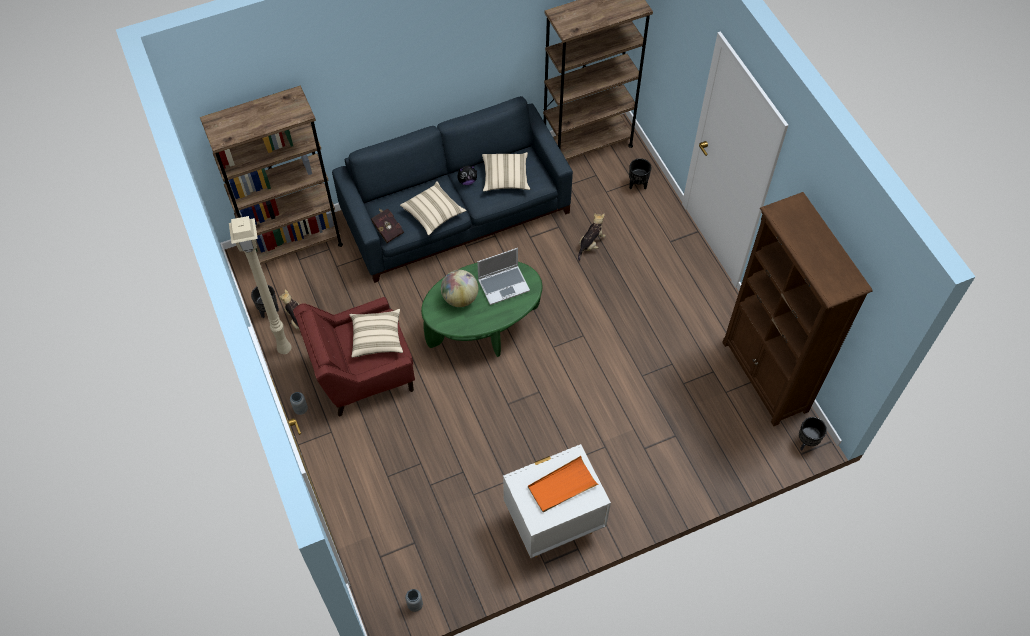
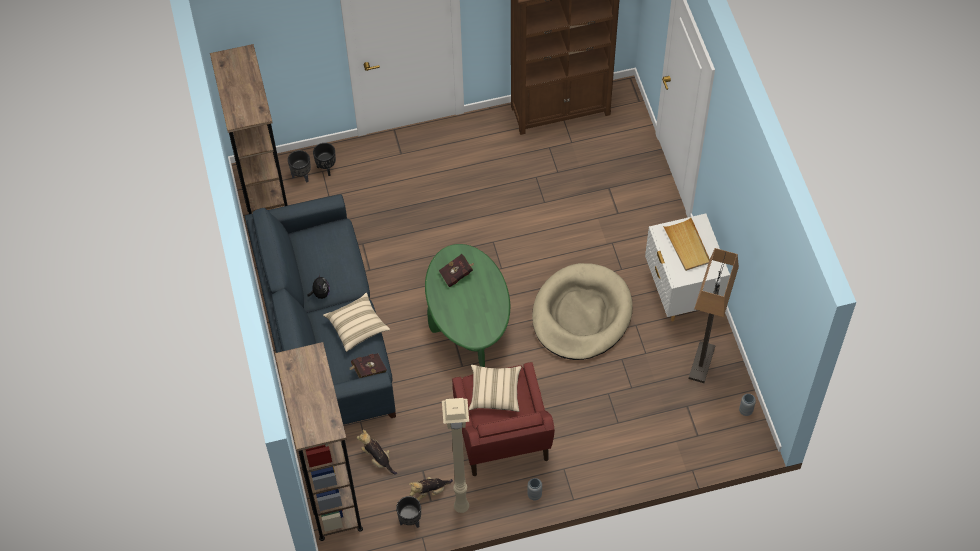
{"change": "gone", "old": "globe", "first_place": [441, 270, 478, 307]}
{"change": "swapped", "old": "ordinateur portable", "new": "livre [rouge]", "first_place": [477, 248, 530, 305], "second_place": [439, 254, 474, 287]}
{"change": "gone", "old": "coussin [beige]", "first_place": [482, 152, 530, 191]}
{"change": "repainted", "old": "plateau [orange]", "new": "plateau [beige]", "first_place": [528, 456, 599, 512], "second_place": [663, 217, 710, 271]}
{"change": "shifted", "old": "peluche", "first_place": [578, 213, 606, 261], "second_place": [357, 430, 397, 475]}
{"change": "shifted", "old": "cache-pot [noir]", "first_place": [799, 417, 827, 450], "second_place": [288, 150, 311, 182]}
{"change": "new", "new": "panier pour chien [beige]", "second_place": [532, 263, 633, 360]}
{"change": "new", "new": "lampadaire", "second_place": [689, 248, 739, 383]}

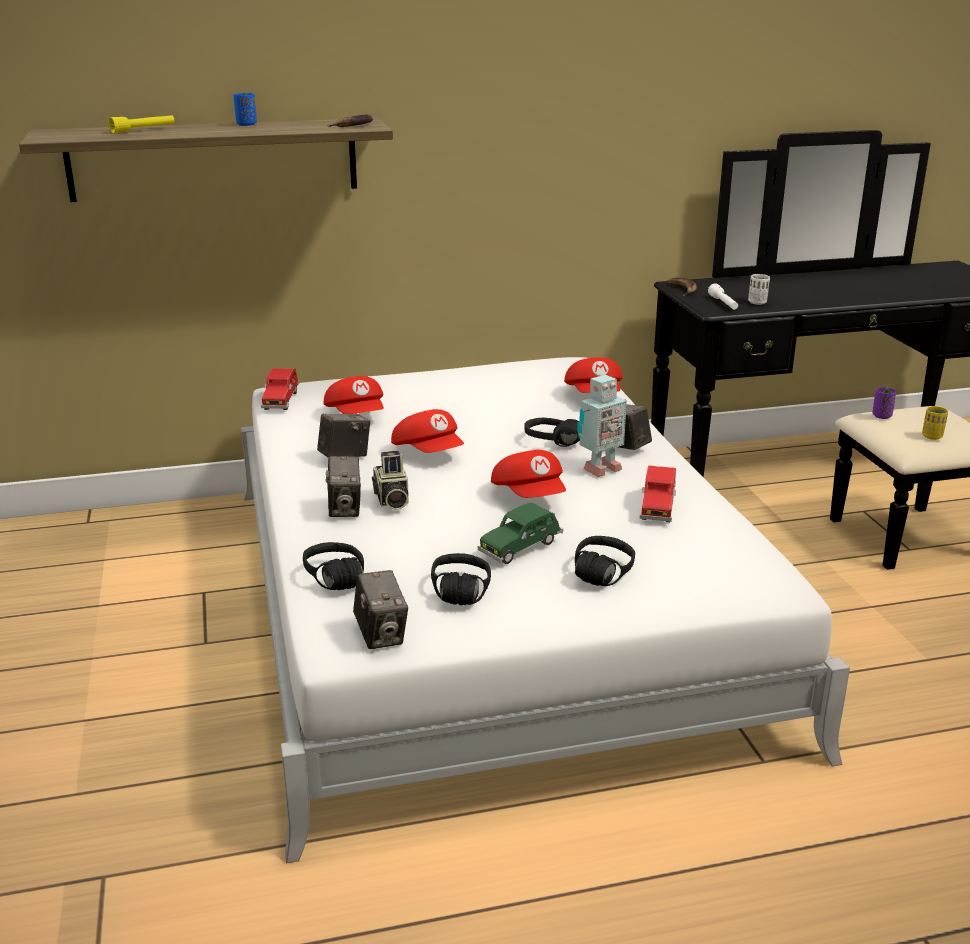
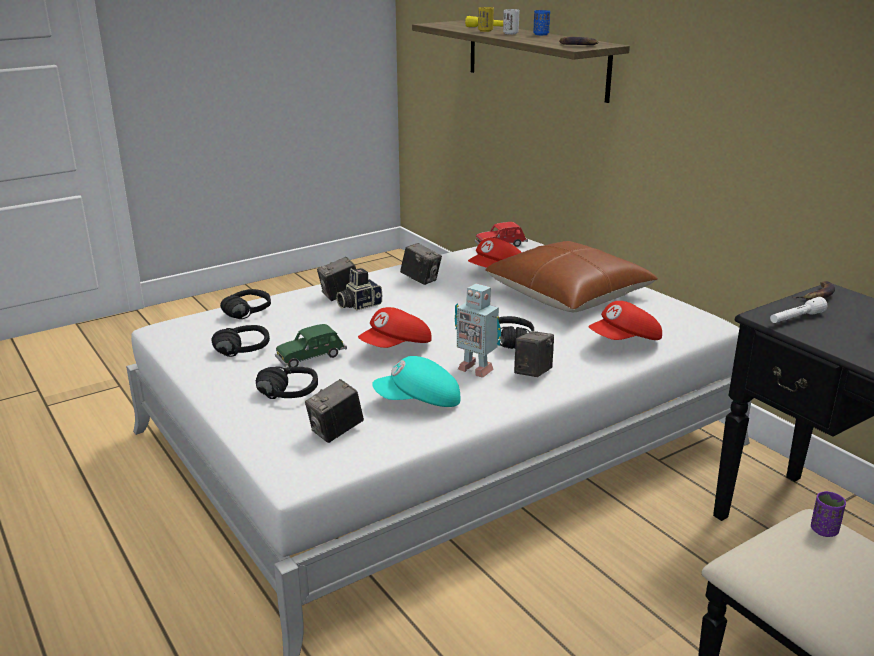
{"change": "shifted", "old": "appareil photo", "first_place": [353, 570, 408, 649], "second_place": [305, 379, 364, 443]}
{"change": "gone", "old": "casquette [rouge]", "first_place": [391, 409, 464, 453]}
{"change": "rotated", "old": "petite voiture [vert]", "first_place": [478, 503, 563, 564], "second_place": [275, 324, 347, 367], "degrees": -60}
{"change": "swapped", "old": "petite voiture [rouge]", "new": "casquette [turquoise]", "first_place": [640, 466, 676, 522], "second_place": [372, 356, 460, 407]}
{"change": "shifted", "old": "tasse [blanc]", "first_place": [748, 274, 770, 305], "second_place": [503, 9, 519, 34]}
{"change": "shifted", "old": "tasse [jaune]", "first_place": [922, 406, 948, 440], "second_place": [478, 7, 494, 32]}
{"change": "new", "new": "coussin [marron]", "second_place": [485, 241, 658, 312]}

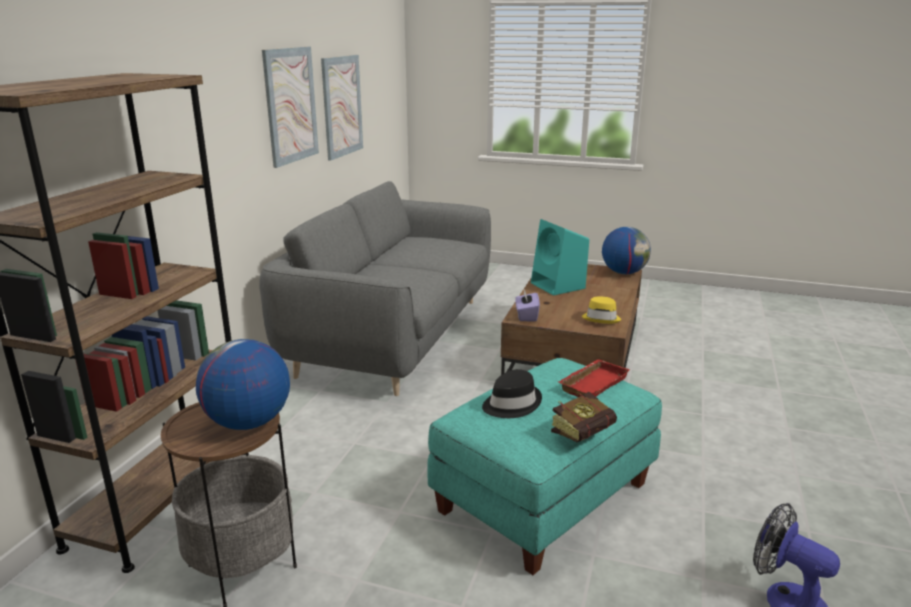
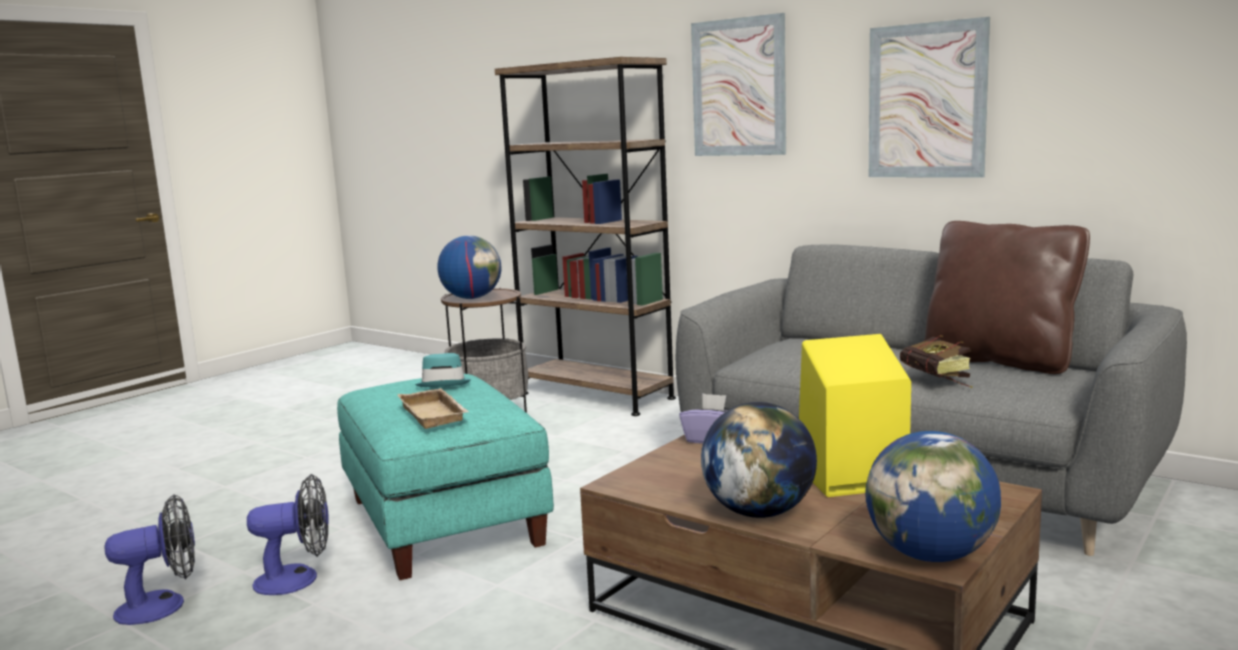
{"change": "shifted", "old": "tableau", "first_place": [321, 55, 363, 161], "second_place": [691, 13, 786, 156]}
{"change": "repainted", "old": "chapeau [noir]", "new": "chapeau [turquoise]", "first_place": [482, 369, 542, 418], "second_place": [415, 353, 472, 387]}
{"change": "repainted", "old": "enceinte [turquoise]", "new": "enceinte [jaune]", "first_place": [531, 219, 589, 296], "second_place": [799, 334, 911, 497]}
{"change": "shifted", "old": "livre", "first_place": [551, 392, 617, 442], "second_place": [900, 335, 973, 388]}
{"change": "repainted", "old": "plateau [rouge]", "new": "plateau [beige]", "first_place": [559, 359, 630, 397], "second_place": [397, 388, 469, 429]}
{"change": "gone", "old": "chapeau [jaune]", "first_place": [582, 296, 621, 324]}
{"change": "new", "new": "ventilateur", "second_place": [247, 474, 329, 595]}
{"change": "new", "new": "globe", "second_place": [701, 402, 817, 518]}
{"change": "new", "new": "coussin [marron]", "second_place": [925, 221, 1090, 374]}

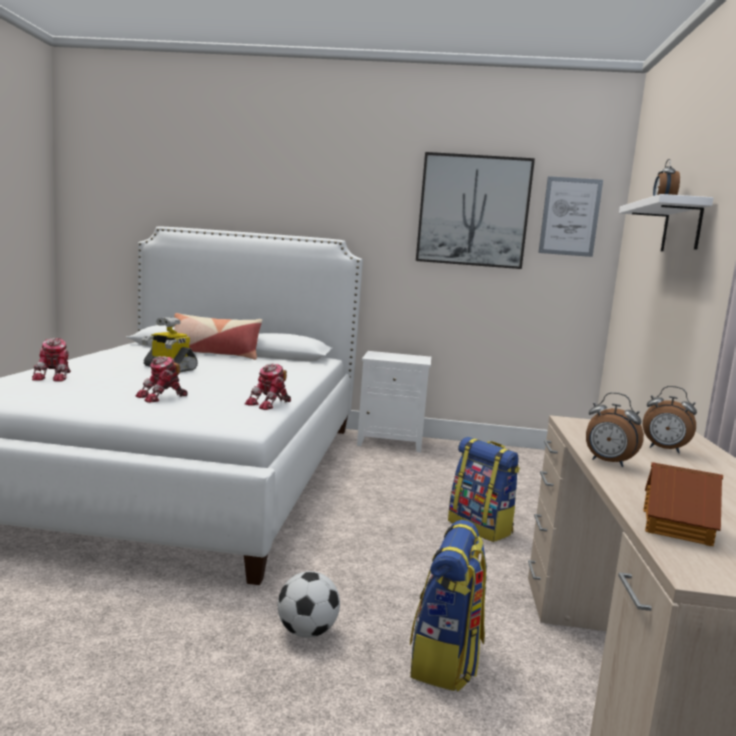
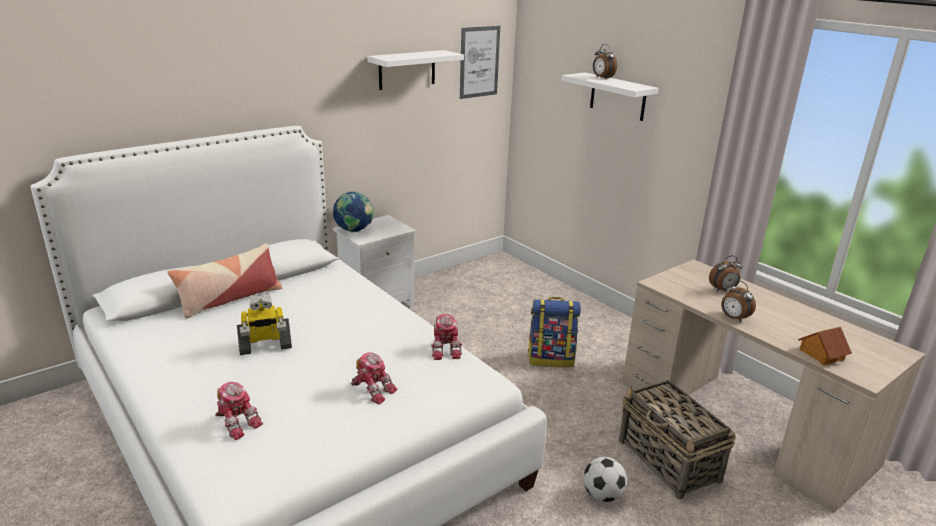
{"change": "rotated", "old": "robot jouet", "first_place": [135, 356, 188, 403], "second_place": [351, 352, 397, 404], "degrees": -60}
{"change": "swapped", "old": "sac à dos", "new": "panier", "first_place": [410, 520, 487, 692], "second_place": [619, 380, 736, 499]}
{"change": "swapped", "old": "tableau", "new": "étagère [blanc]", "first_place": [416, 152, 535, 269], "second_place": [367, 50, 464, 90]}
{"change": "rotated", "old": "réveil", "first_place": [586, 392, 644, 467], "second_place": [721, 280, 756, 322], "degrees": 60}
{"change": "new", "new": "globe", "second_place": [333, 191, 374, 233]}

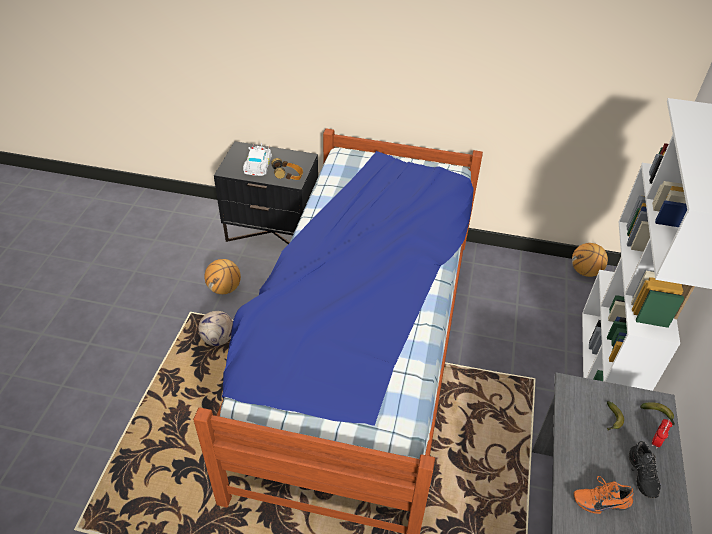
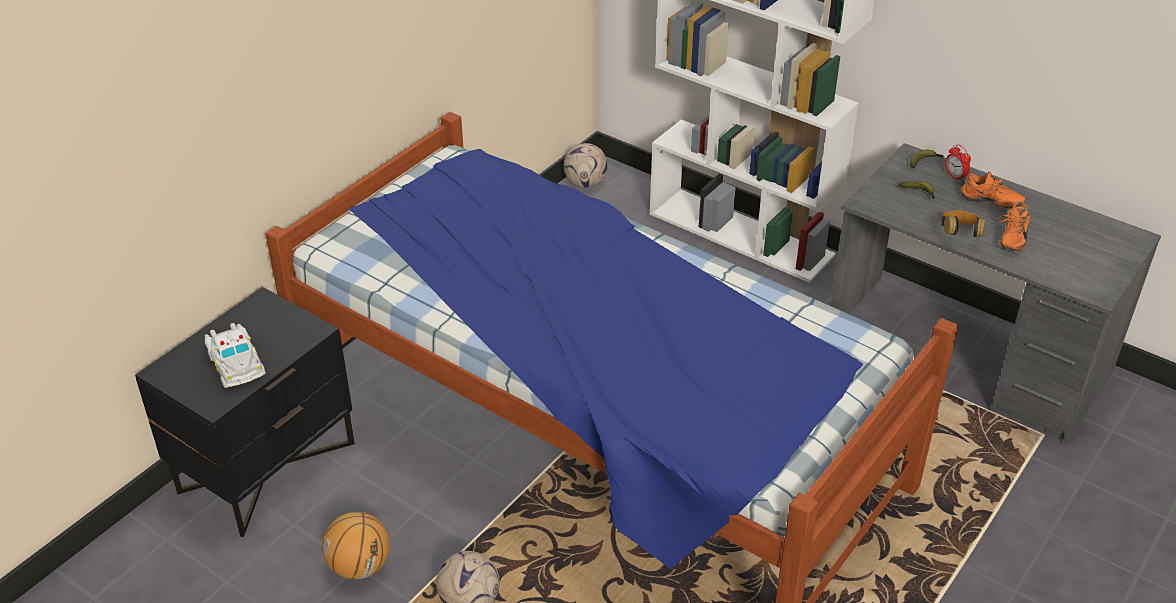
{"change": "rotated", "old": "petite voiture [blanc]", "first_place": [243, 143, 273, 176], "second_place": [205, 323, 266, 388], "degrees": -150}
{"change": "shifted", "old": "casque audio", "first_place": [271, 158, 303, 180], "second_place": [941, 210, 985, 237]}
{"change": "swapped", "old": "ballon de basket", "new": "ballon de foot", "first_place": [572, 243, 608, 277], "second_place": [564, 143, 608, 188]}
{"change": "repainted", "old": "chaussure [noir]", "new": "chaussure [orange]", "first_place": [629, 441, 661, 498], "second_place": [961, 171, 1025, 208]}

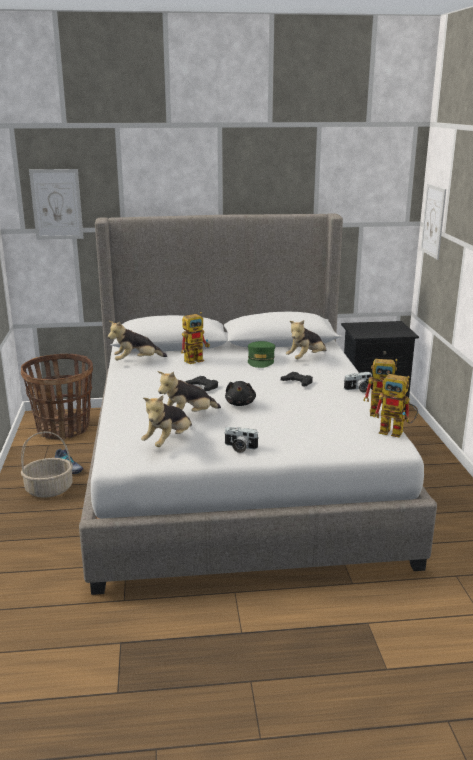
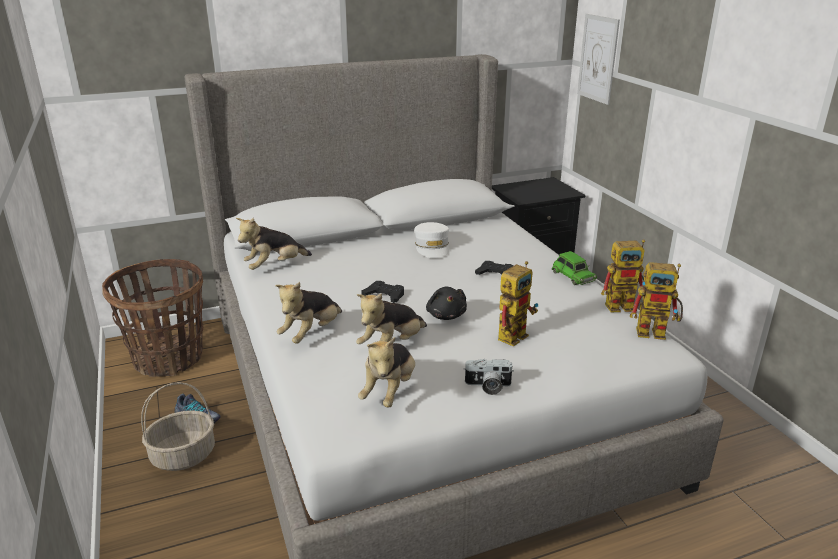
{"change": "gone", "old": "tableau", "first_place": [29, 169, 84, 240]}
{"change": "shifted", "old": "robot jouet", "first_place": [181, 312, 210, 364], "second_place": [498, 261, 539, 347]}
{"change": "repainted", "old": "casquette [vert]", "new": "casquette [blanc]", "first_place": [248, 341, 275, 368], "second_place": [414, 222, 450, 258]}
{"change": "shifted", "old": "peluche", "first_place": [286, 320, 327, 359], "second_place": [275, 282, 342, 344]}
{"change": "swapped", "old": "appareil photo", "new": "petite voiture [vert]", "first_place": [344, 372, 372, 393], "second_place": [552, 251, 597, 285]}

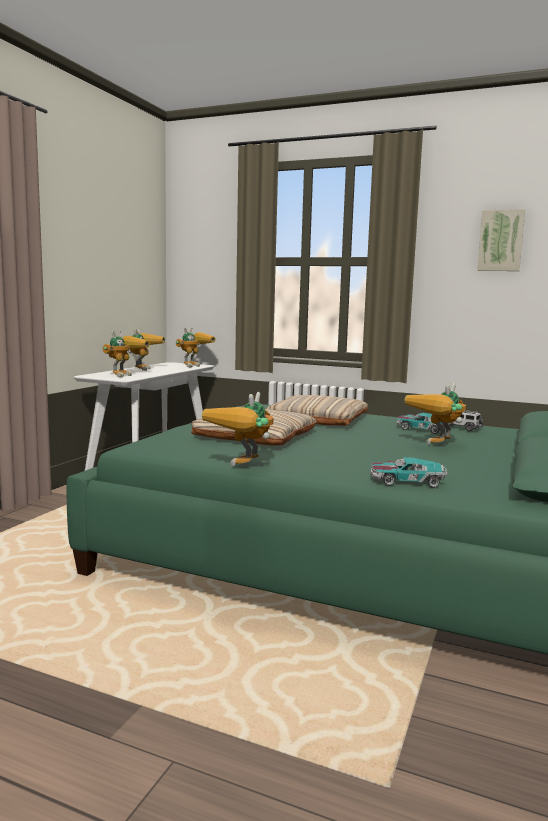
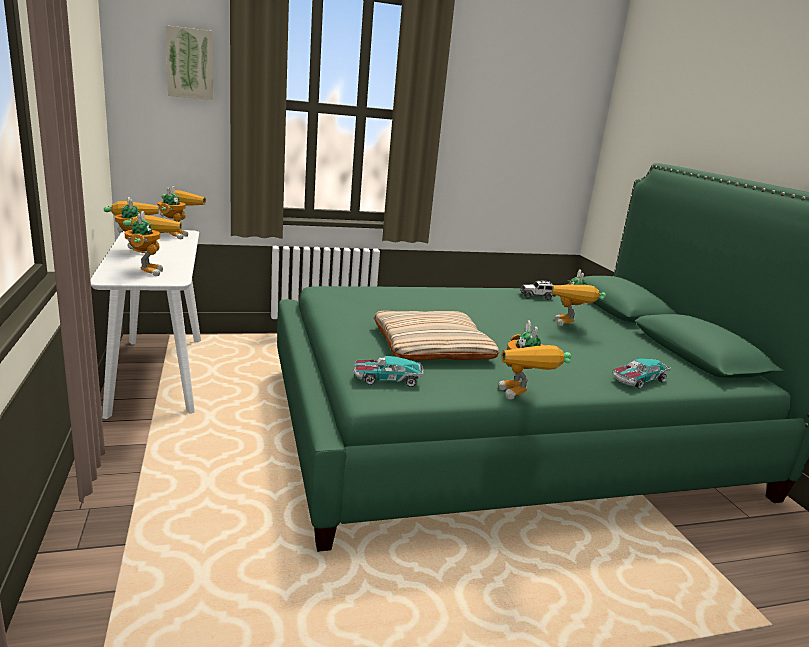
{"change": "gone", "old": "coussin [beige]", "first_place": [267, 395, 368, 426]}
{"change": "shifted", "old": "petite voiture", "first_place": [396, 413, 451, 434], "second_place": [353, 356, 424, 387]}
{"change": "shifted", "old": "tableau", "first_place": [477, 209, 525, 271], "second_place": [166, 25, 213, 100]}

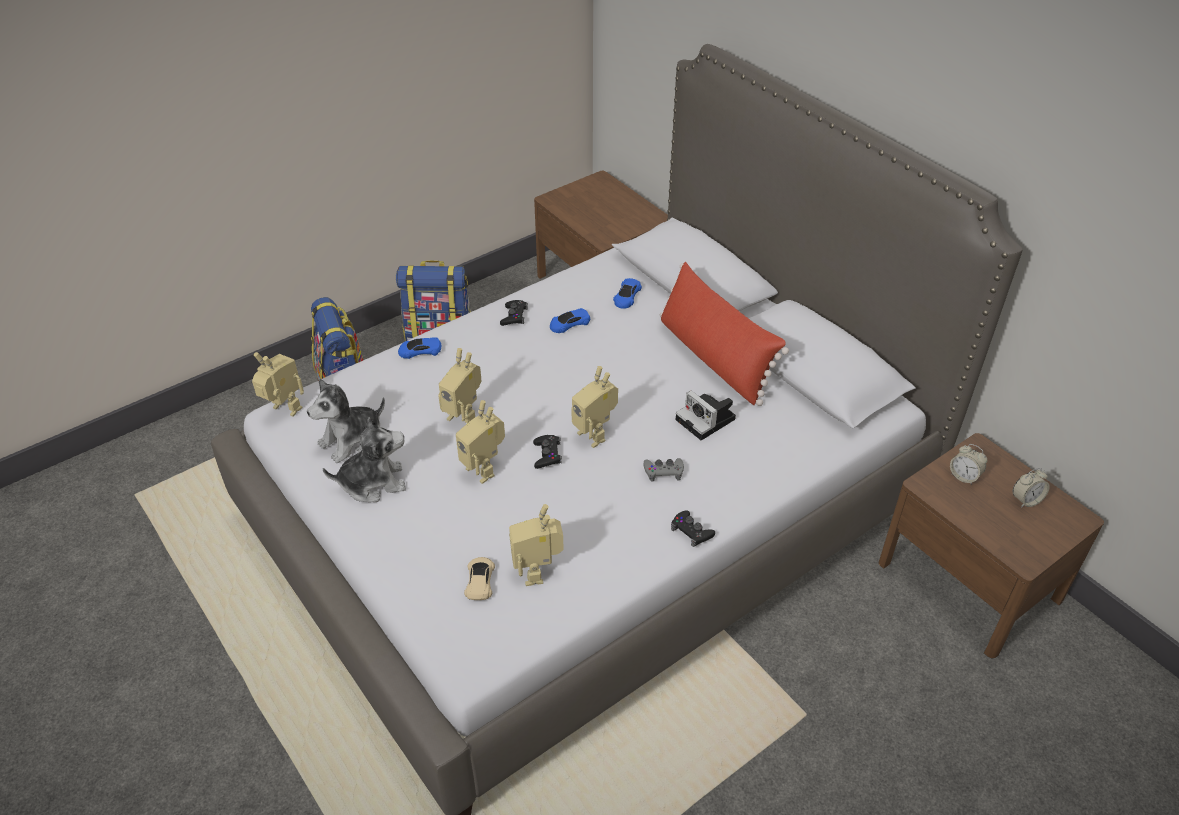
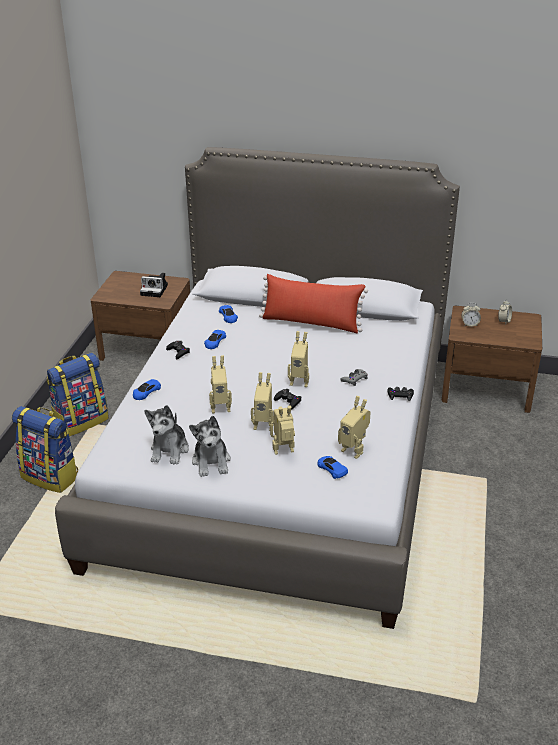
{"change": "shifted", "old": "robot jouet", "first_place": [252, 352, 304, 417], "second_place": [270, 405, 295, 455]}
{"change": "rotated", "old": "peluche", "first_place": [323, 417, 406, 502], "second_place": [189, 416, 231, 477], "degrees": 135}
{"change": "repainted", "old": "petite voiture [beige]", "new": "petite voiture [bleu]", "first_place": [464, 557, 495, 600], "second_place": [317, 456, 348, 479]}
{"change": "shifted", "old": "appareil photo", "first_place": [676, 390, 736, 440], "second_place": [140, 273, 168, 297]}

